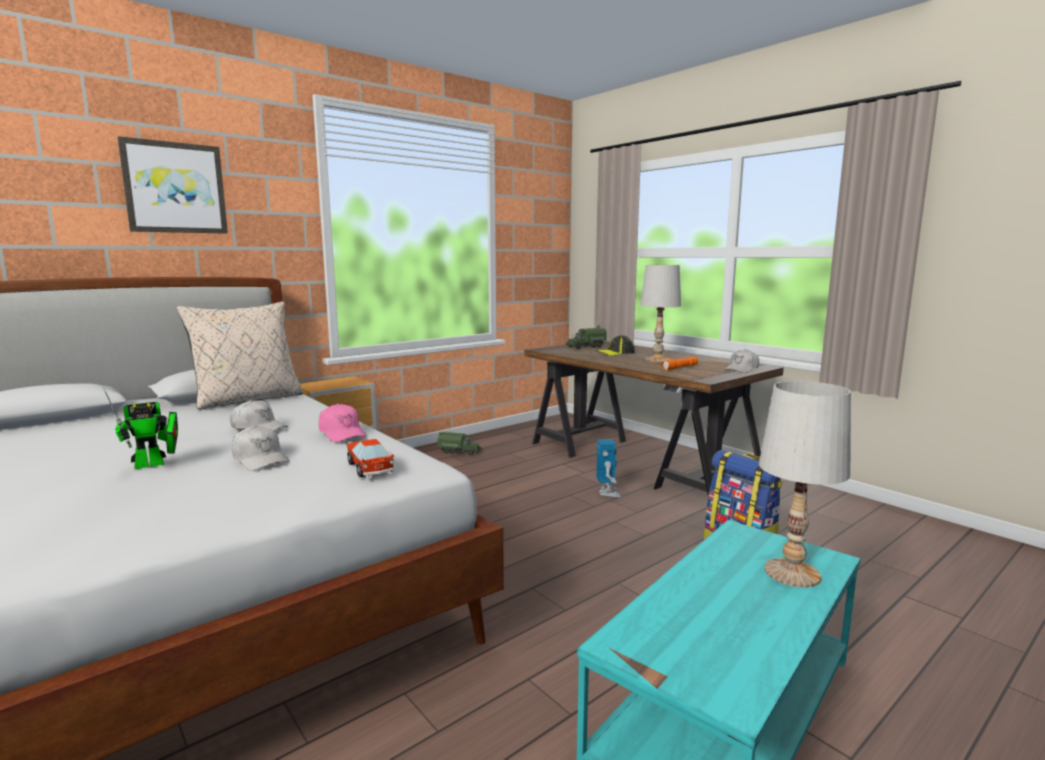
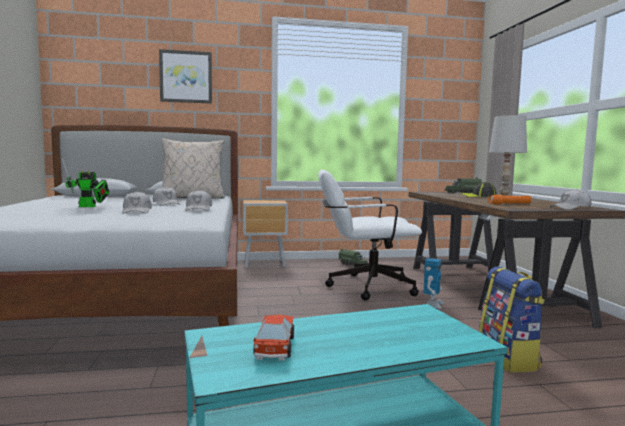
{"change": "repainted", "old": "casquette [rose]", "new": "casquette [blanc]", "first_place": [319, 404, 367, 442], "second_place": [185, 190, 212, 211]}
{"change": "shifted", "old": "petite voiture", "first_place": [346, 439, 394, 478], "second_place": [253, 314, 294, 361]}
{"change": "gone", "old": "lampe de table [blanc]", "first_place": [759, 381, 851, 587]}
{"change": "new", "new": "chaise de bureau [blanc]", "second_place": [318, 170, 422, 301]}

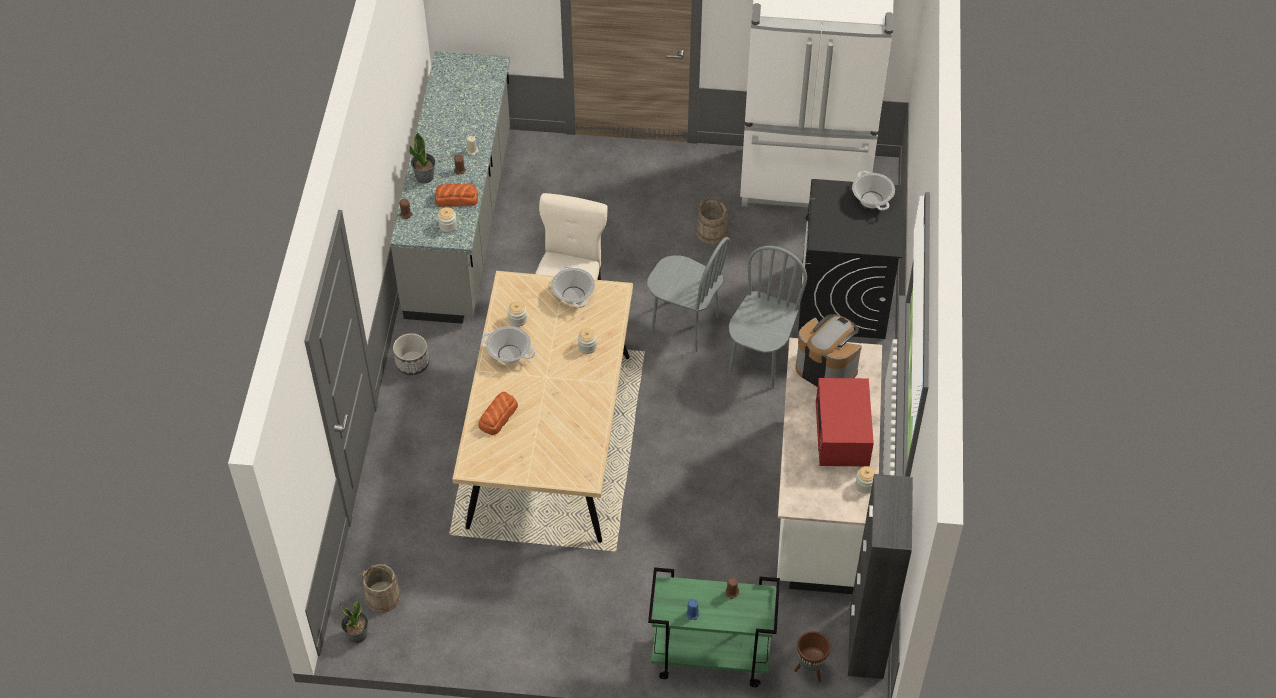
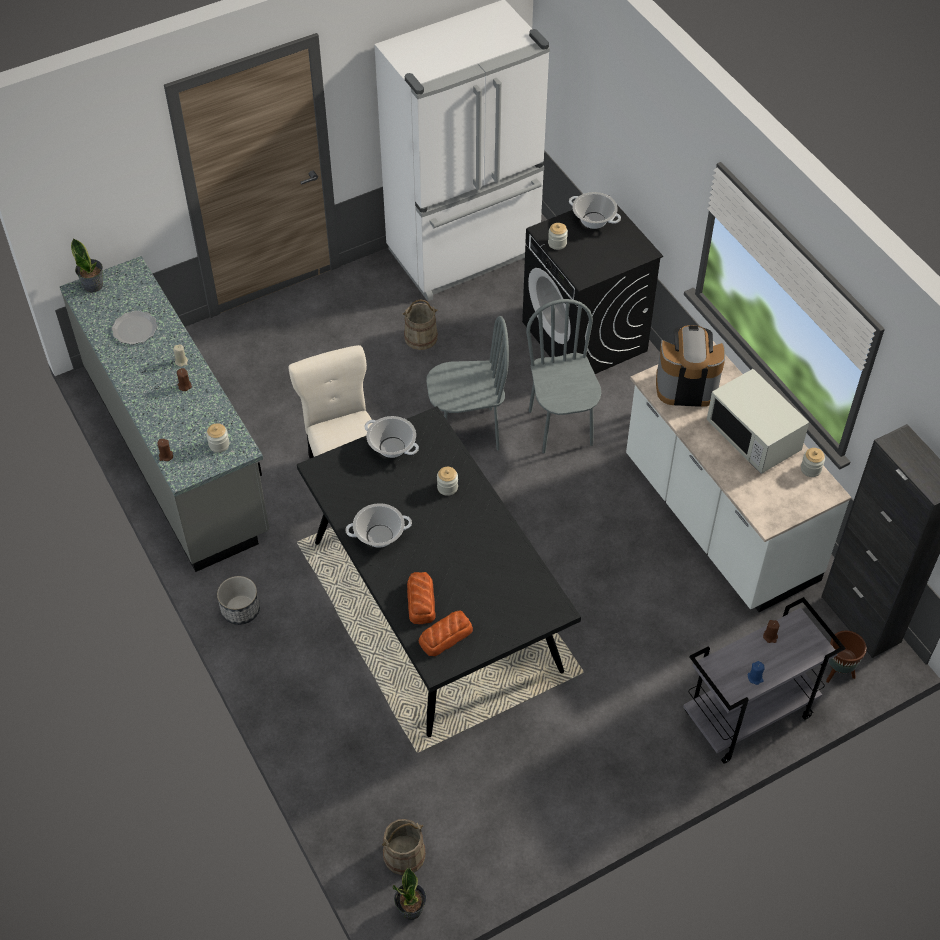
{"change": "shifted", "old": "plante en pot", "first_place": [409, 132, 436, 184], "second_place": [71, 238, 103, 293]}
{"change": "shifted", "old": "pain", "first_place": [435, 184, 478, 207], "second_place": [419, 610, 473, 656]}
{"change": "repainted", "old": "table à manger [beige]", "new": "table à manger [noir]", "first_place": [453, 271, 633, 543], "second_place": [297, 406, 581, 737]}
{"change": "shifted", "old": "bocal", "first_place": [508, 301, 527, 327], "second_place": [548, 223, 568, 250]}
{"change": "repainted", "old": "chariot [vert]", "new": "chariot [gris]", "first_place": [648, 567, 780, 687], "second_place": [683, 597, 845, 764]}
{"change": "repainted", "old": "micro-ondes [rouge]", "new": "micro-ondes [blanc]", "first_place": [816, 378, 874, 466], "second_place": [707, 369, 809, 474]}
{"change": "new", "new": "assiette", "second_place": [111, 311, 158, 345]}

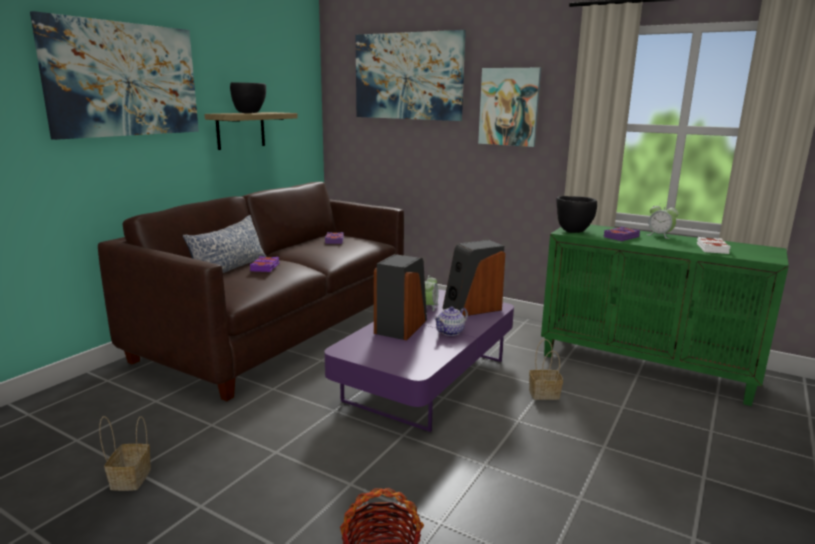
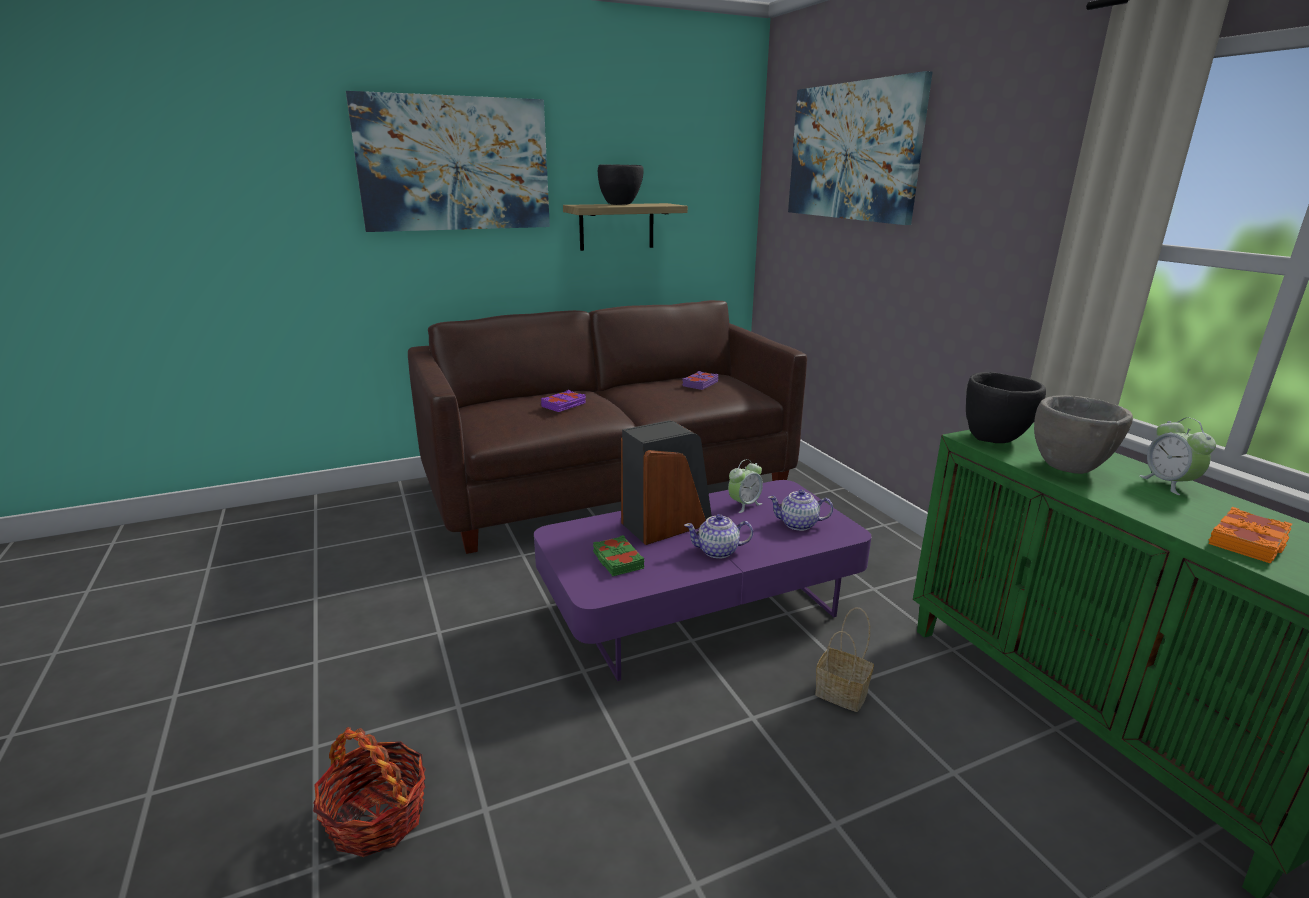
{"change": "gone", "old": "panier", "first_place": [99, 416, 151, 491]}
{"change": "gone", "old": "coussin", "first_place": [183, 215, 267, 273]}
{"change": "swapped", "old": "enceinte", "new": "théière", "first_place": [442, 240, 505, 316], "second_place": [768, 489, 833, 531]}
{"change": "gone", "old": "tableau", "first_place": [478, 68, 541, 147]}
{"change": "swapped", "old": "livre [violet]", "new": "bol [gris]", "first_place": [604, 226, 640, 241], "second_place": [1034, 395, 1133, 474]}
{"change": "repainted", "old": "livre [blanc]", "new": "livre [orange]", "first_place": [697, 237, 731, 254], "second_place": [1209, 507, 1292, 564]}
{"change": "new", "new": "livre [vert]", "second_place": [593, 535, 644, 576]}

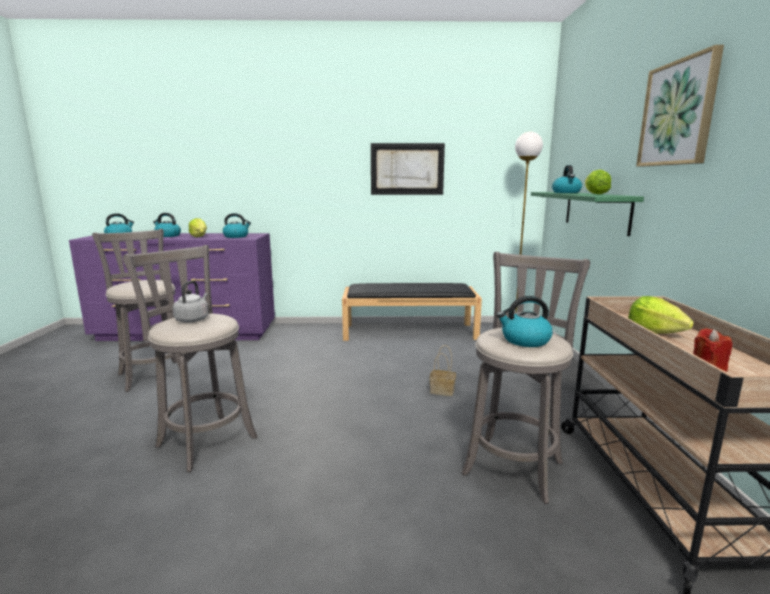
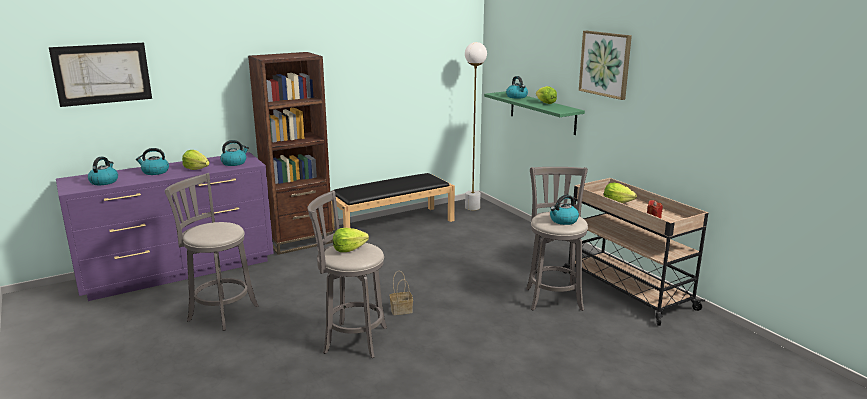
{"change": "swapped", "old": "bouilloire [gris]", "new": "laitue", "first_place": [173, 281, 209, 323], "second_place": [333, 228, 369, 252]}
{"change": "shifted", "old": "tableau", "first_place": [371, 143, 445, 195], "second_place": [49, 43, 152, 107]}
{"change": "shifted", "old": "panier", "first_place": [430, 345, 456, 396], "second_place": [390, 271, 413, 315]}
{"change": "new", "new": "bibliothèque [marron]", "second_place": [248, 52, 333, 255]}

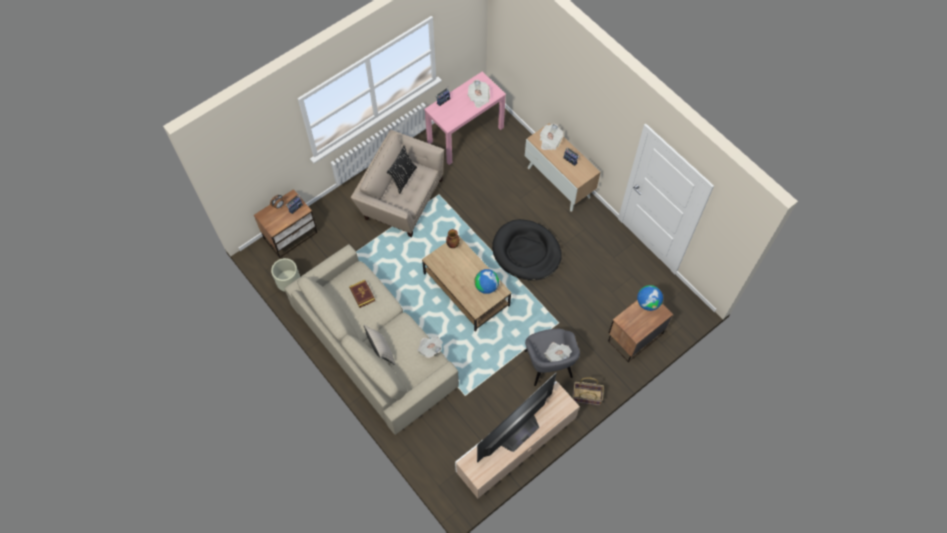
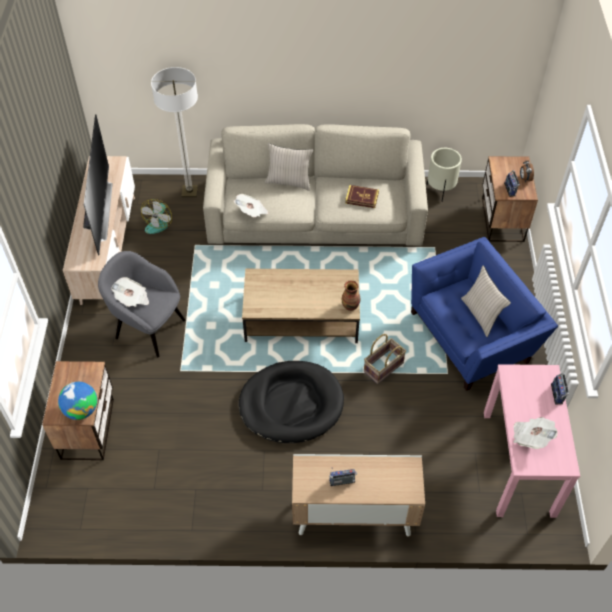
{"change": "repainted", "old": "fauteuil [beige]", "new": "fauteuil [bleu]", "first_place": [351, 130, 444, 237], "second_place": [411, 237, 558, 391]}
{"change": "repainted", "old": "coussin [noir]", "new": "coussin [beige]", "first_place": [387, 145, 417, 194], "second_place": [461, 265, 511, 337]}
{"change": "gone", "old": "globe", "first_place": [474, 269, 499, 294]}
{"change": "gone", "old": "journal", "first_place": [540, 124, 563, 150]}
{"change": "shifted", "old": "panier", "first_place": [572, 377, 604, 406], "second_place": [364, 334, 406, 384]}
{"change": "new", "new": "ventilateur", "second_place": [141, 199, 172, 234]}
{"change": "new", "new": "lampadaire", "second_place": [151, 67, 198, 197]}

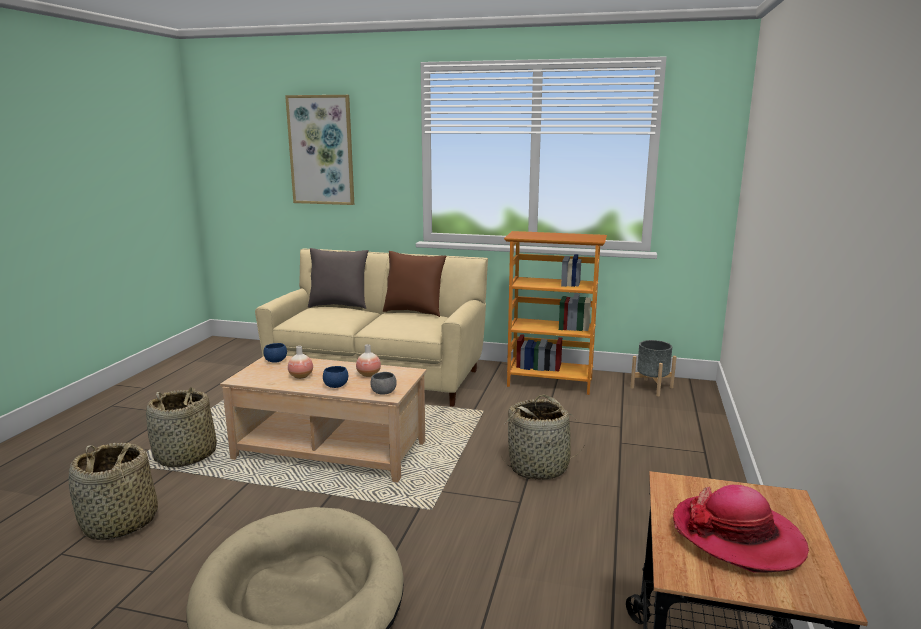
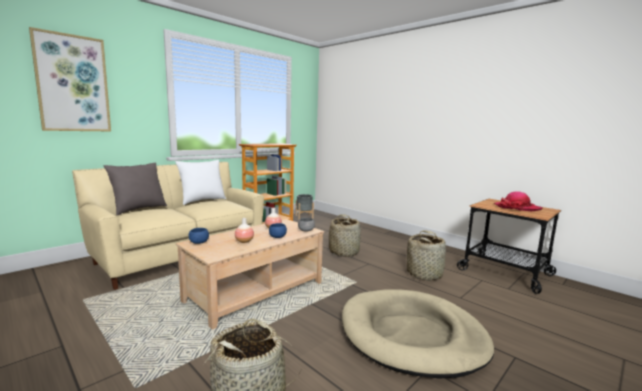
{"change": "shifted", "old": "panier", "first_place": [146, 387, 217, 467], "second_place": [407, 230, 446, 281]}
{"change": "repainted", "old": "coussin [marron]", "new": "coussin [blanc]", "first_place": [383, 251, 447, 317], "second_place": [175, 160, 226, 205]}

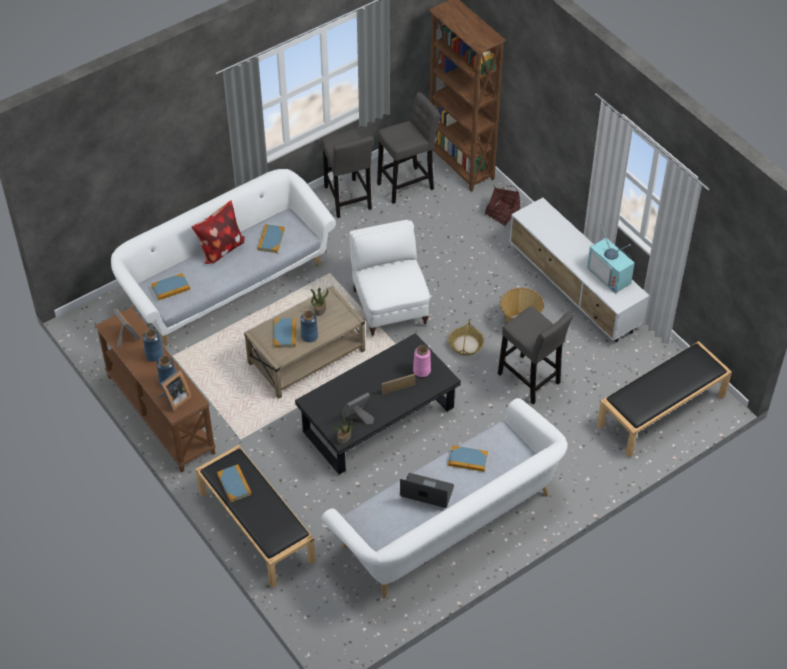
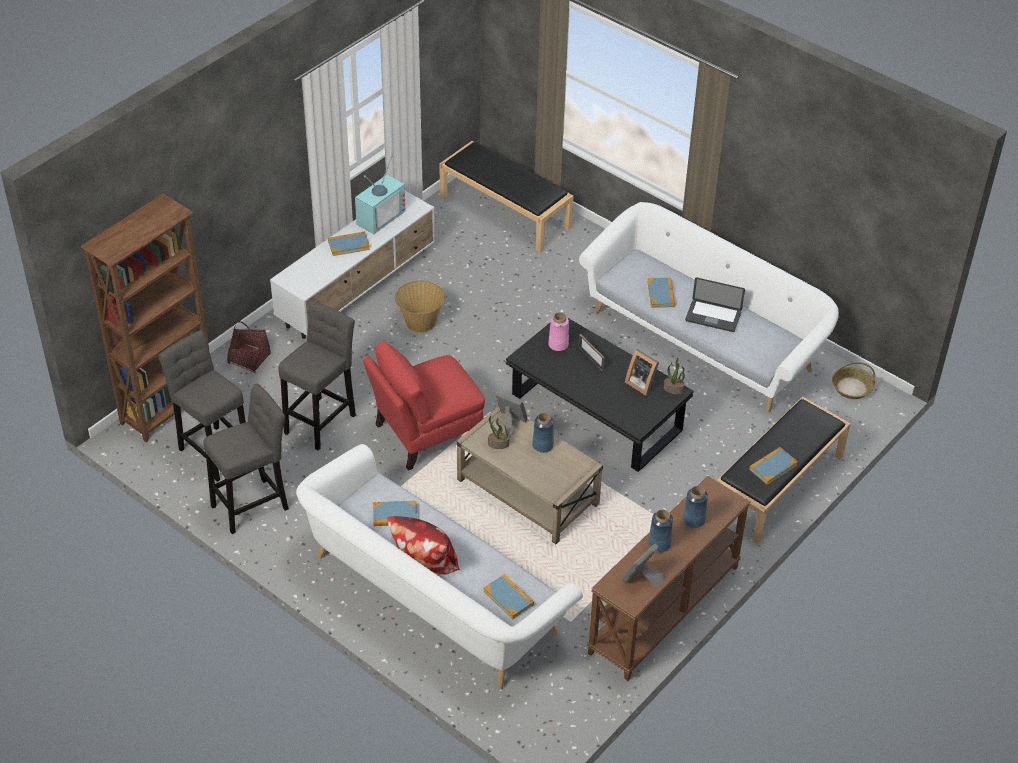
{"change": "shifted", "old": "cadre photo", "first_place": [158, 370, 192, 411], "second_place": [495, 392, 527, 437]}
{"change": "shifted", "old": "livre", "first_place": [274, 318, 296, 348], "second_place": [328, 231, 370, 256]}
{"change": "repainted", "old": "fauteuil [blanc]", "new": "fauteuil [rouge]", "first_place": [349, 220, 430, 337], "second_place": [364, 340, 485, 471]}
{"change": "rotated", "old": "ordinateur portable", "first_place": [400, 473, 454, 508], "second_place": [685, 277, 745, 332], "degrees": -75}
{"change": "shifted", "old": "panier", "first_place": [448, 319, 484, 356], "second_place": [832, 362, 875, 399]}
{"change": "shifted", "old": "tabouret [gris]", "first_place": [498, 306, 574, 404], "second_place": [278, 301, 356, 450]}

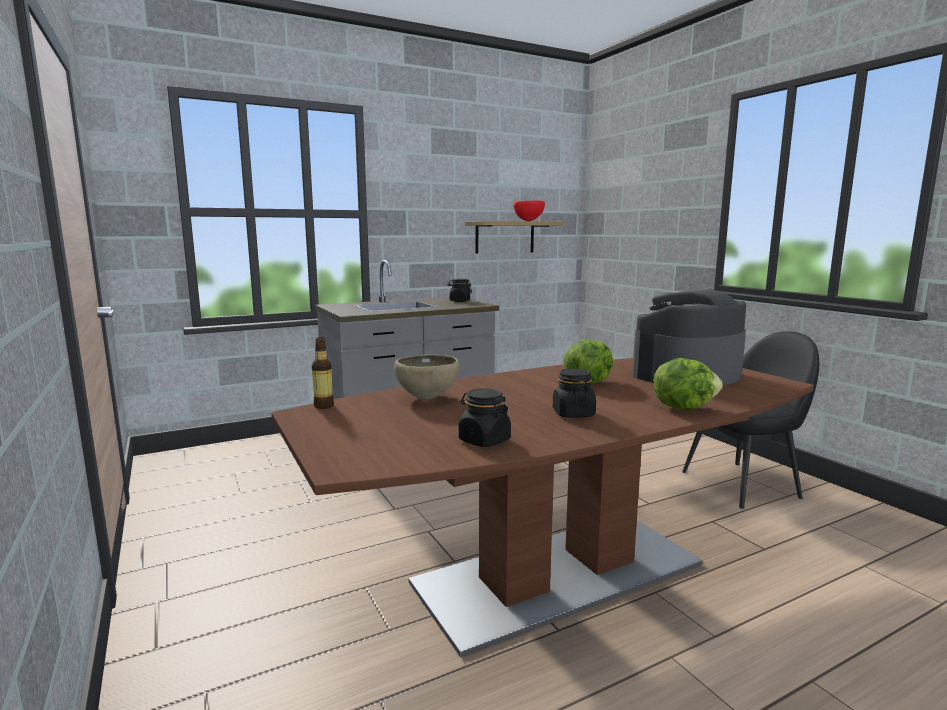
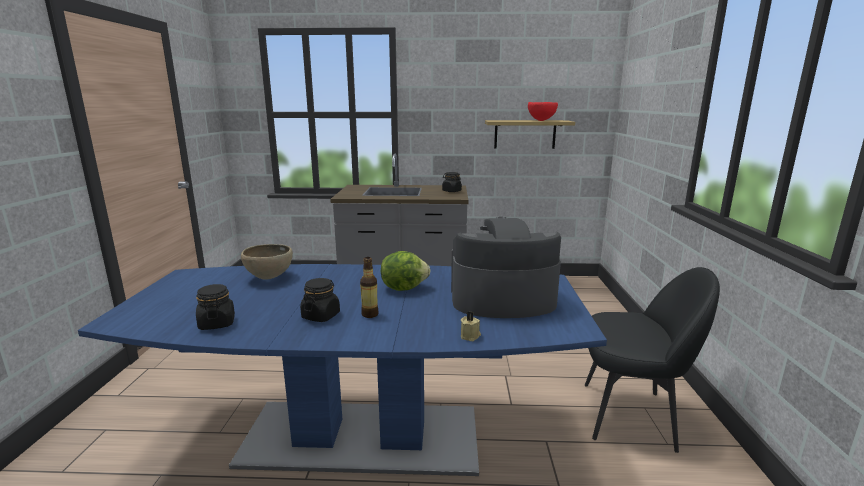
{"change": "repainted", "old": "table à manger [marron]", "new": "table à manger [bleu]", "first_place": [271, 358, 814, 657], "second_place": [78, 264, 607, 476]}
{"change": "shifted", "old": "bouteille", "first_place": [312, 337, 334, 409], "second_place": [360, 257, 379, 318]}
{"change": "gone", "old": "laitue", "first_place": [654, 358, 722, 410]}
{"change": "new", "new": "bougie [beige]", "second_place": [461, 311, 481, 341]}

